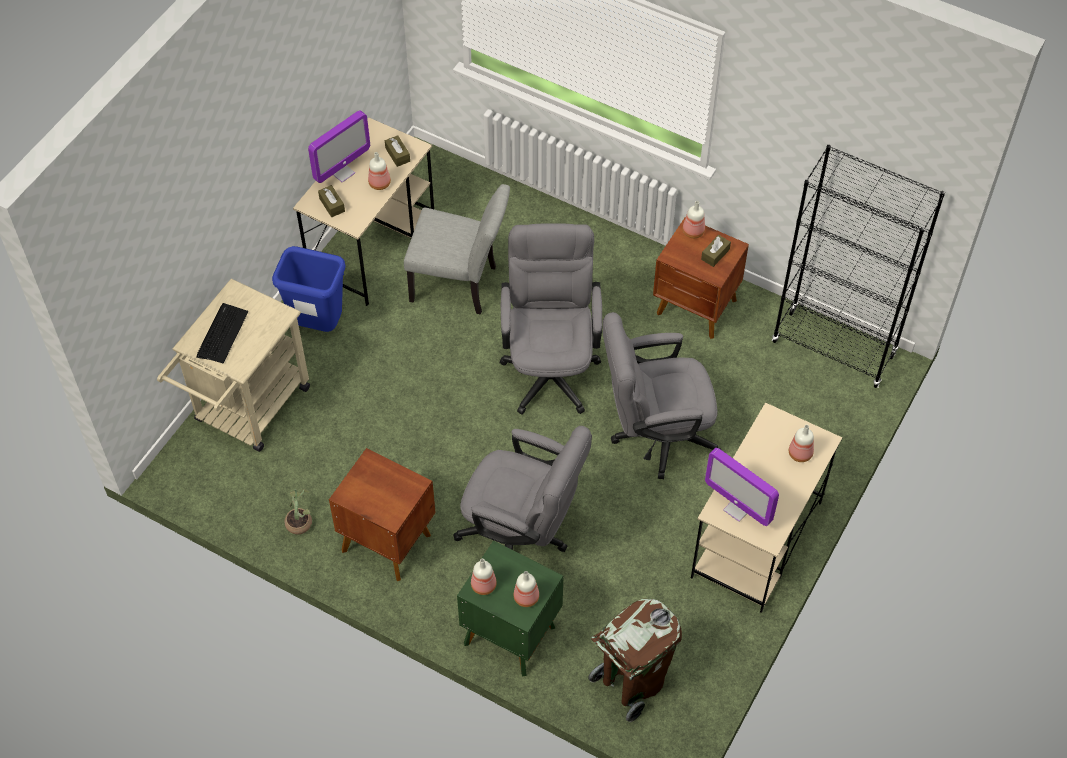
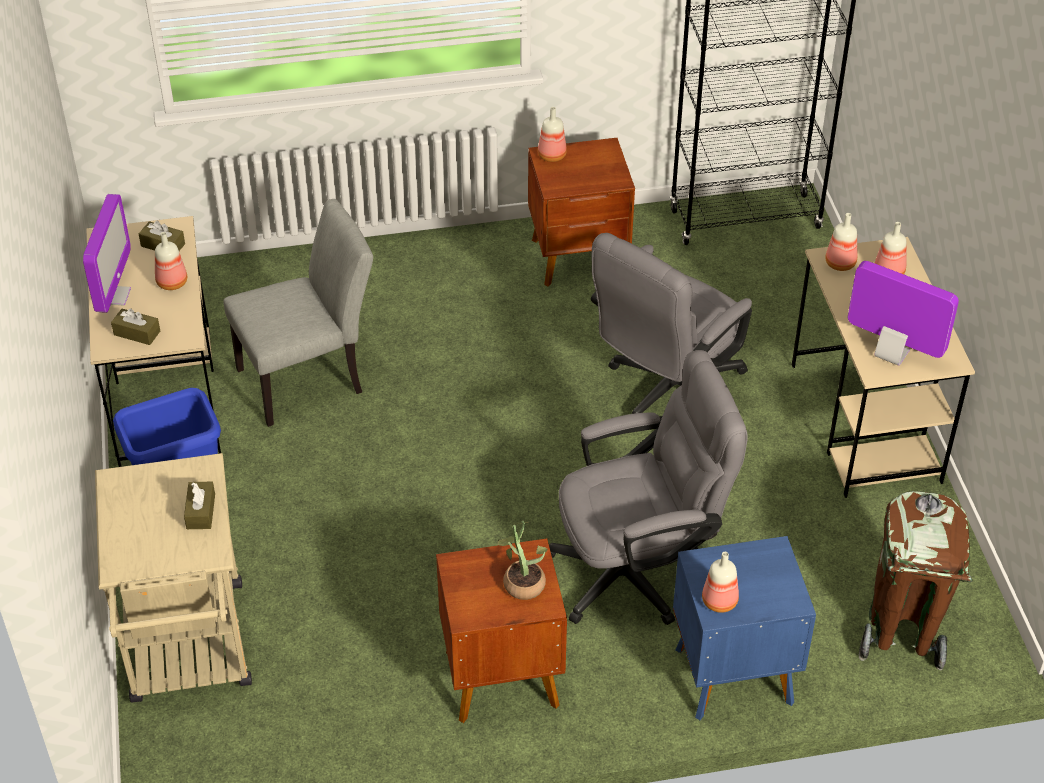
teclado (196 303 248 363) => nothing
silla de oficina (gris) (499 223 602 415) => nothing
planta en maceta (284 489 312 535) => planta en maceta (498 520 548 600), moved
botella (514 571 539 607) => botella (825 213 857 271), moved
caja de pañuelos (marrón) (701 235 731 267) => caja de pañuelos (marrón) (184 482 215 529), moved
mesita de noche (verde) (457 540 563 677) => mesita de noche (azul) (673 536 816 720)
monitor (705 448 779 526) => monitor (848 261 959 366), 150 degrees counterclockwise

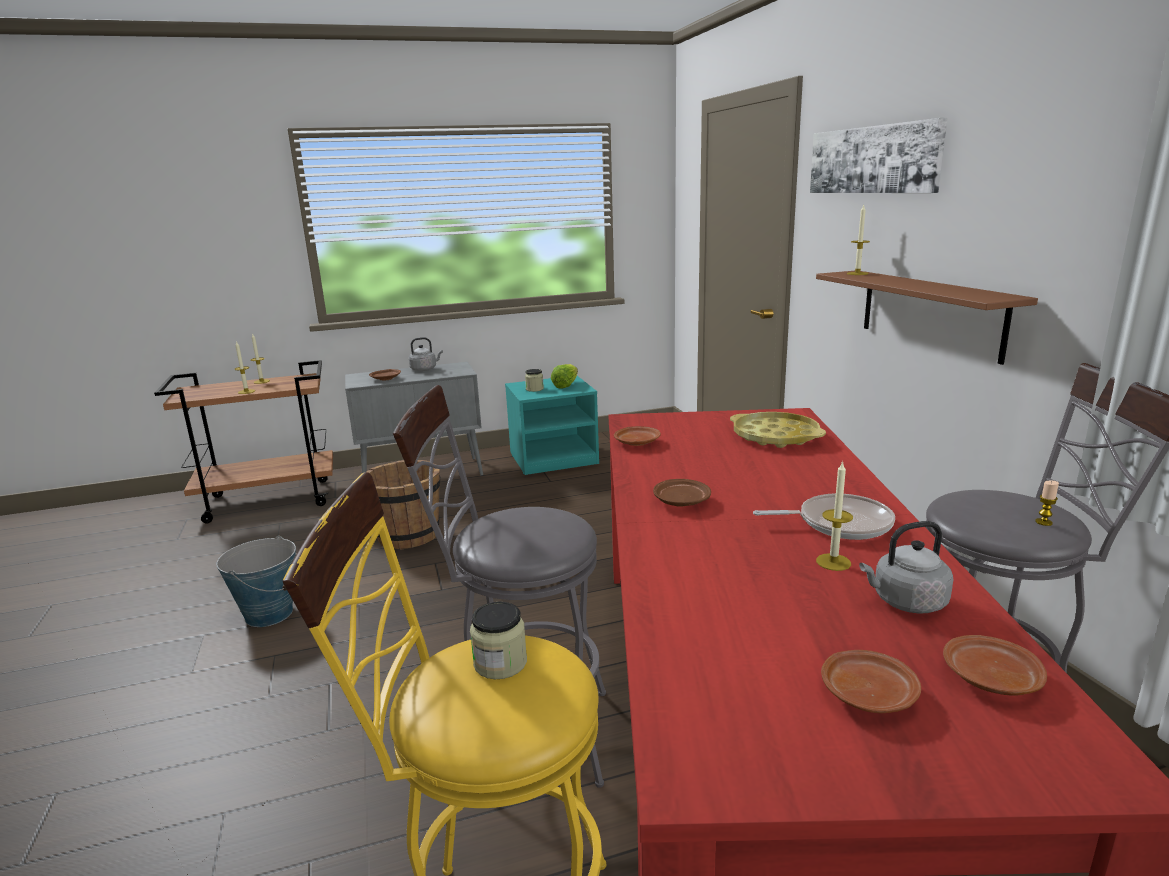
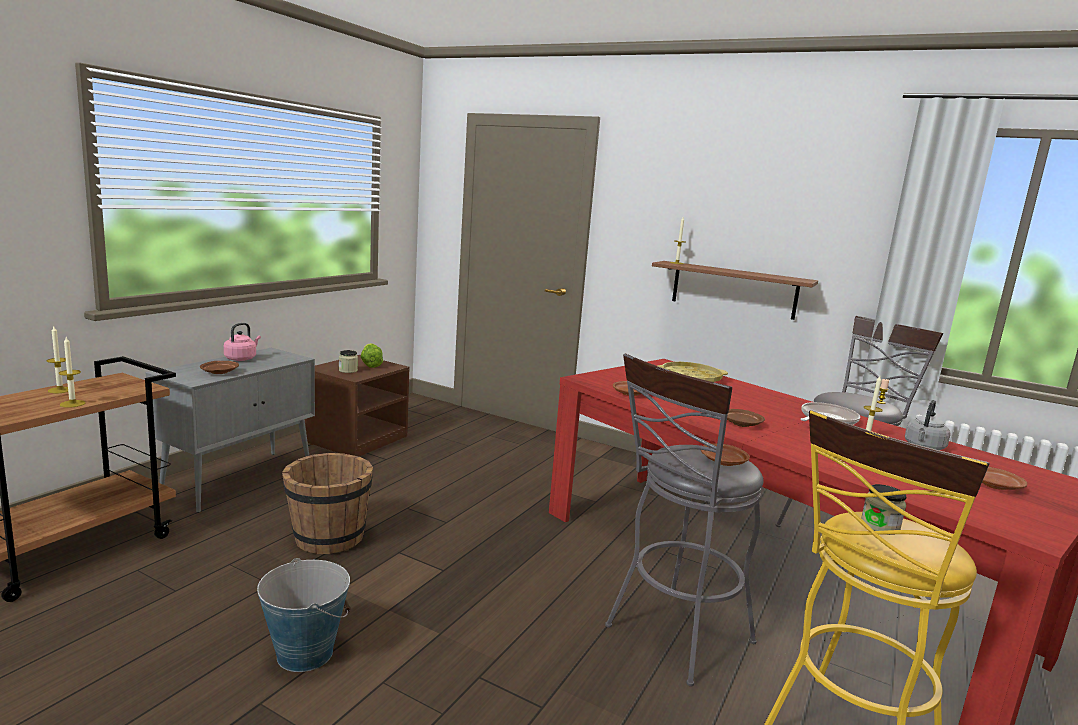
cuadro (810 118 947 193) => nothing
plato (marrón) (943 635 1047 696) => plato (marrón) (701 443 750 466), moved
hervidor (gris) (409 337 443 371) => hervidor (rosa) (224 323 261 361)
mesita de noche (turquesa) (505 376 599 475) => mesita de noche (marrón) (304 355 410 456)

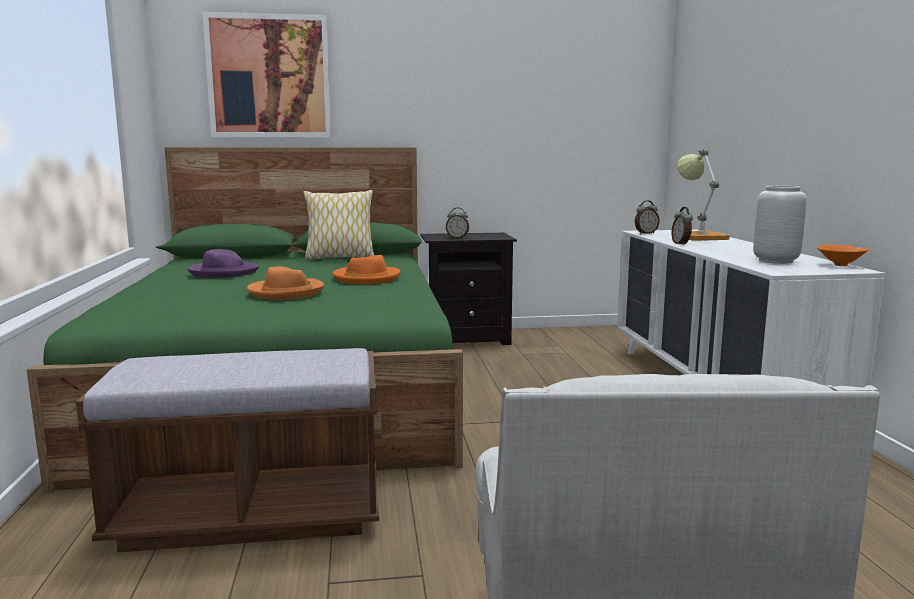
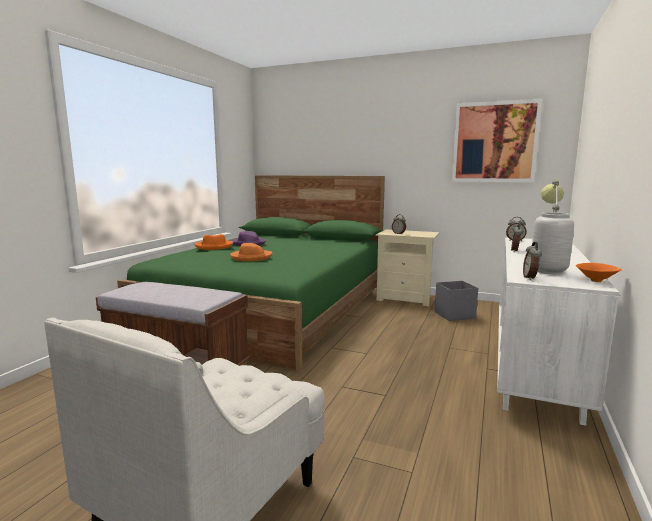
cojín (303 190 374 260) => nothing
nothing => caja de almacenaje (gris) (435 281 478 321)
nothing => despertador (523 242 542 280)
cuadro (202 12 331 138) => cuadro (452 99 542 182), moved
sombrero (naranja) (332 255 401 284) => sombrero (naranja) (195 234 233 250), moved
mesita de noche (negro) (420 233 517 345) => mesita de noche (beis) (376 229 440 306)

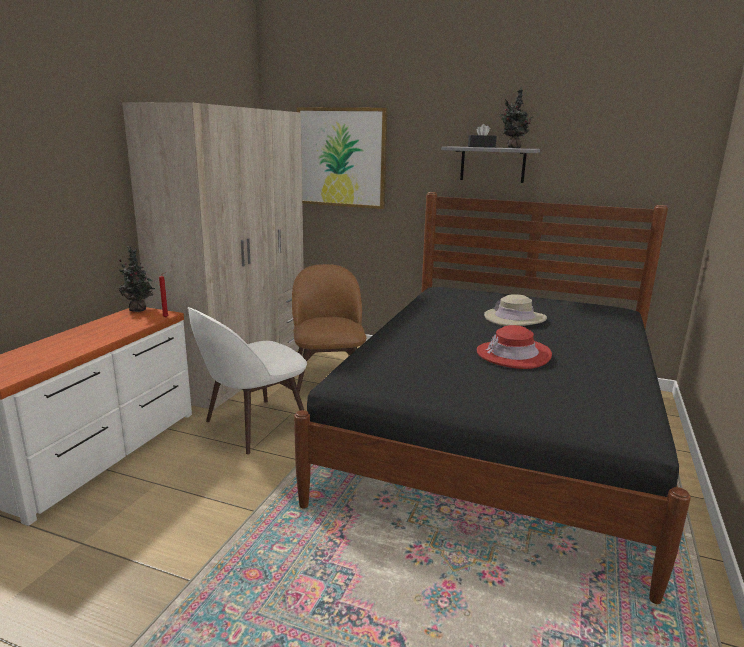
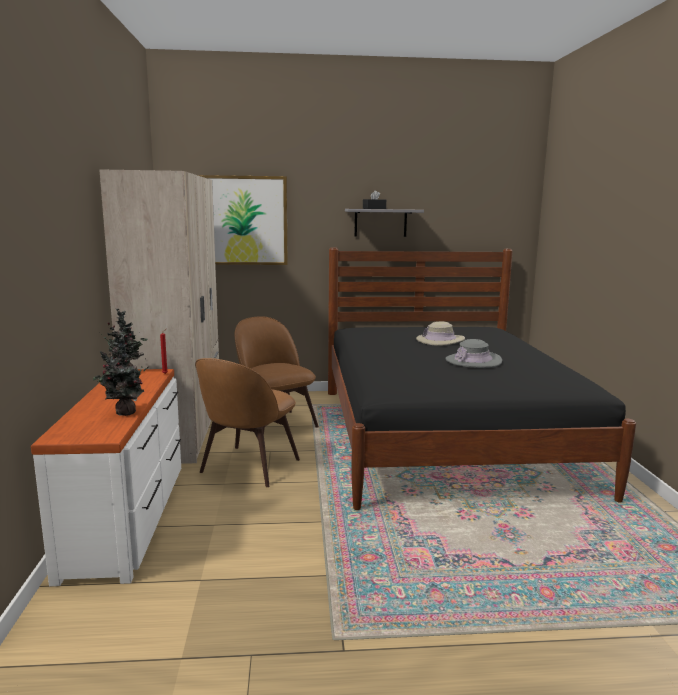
planta en maceta (499 87 534 148) => planta en maceta (93 334 148 416), moved
silla (blanco) (187 307 307 454) => silla (marrón) (195 358 300 487)
sombrero (rojo) (477 325 552 369) => sombrero (gris) (445 339 502 368)

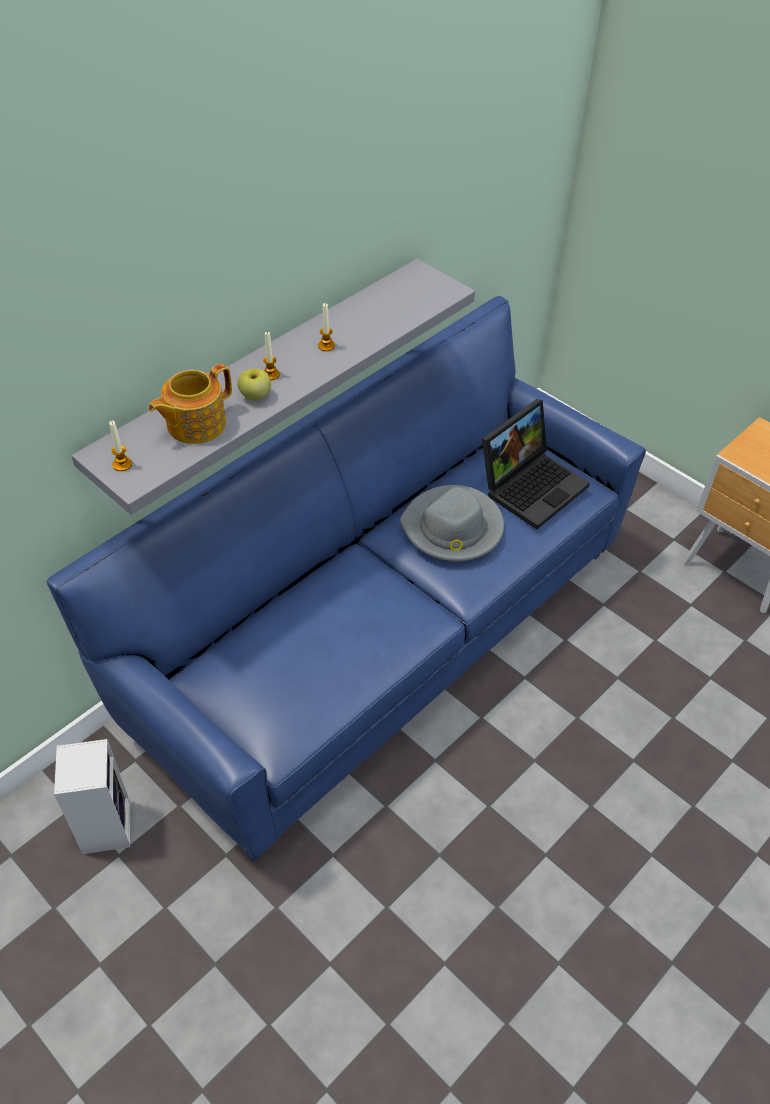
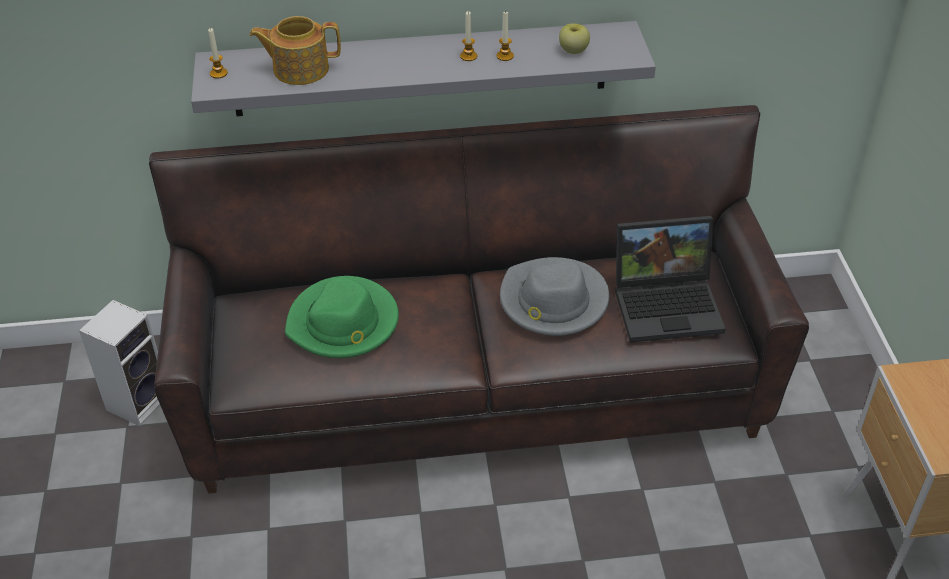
nothing => sombrero (verde) (285 276 399 358)
manzana (237 369 271 401) => manzana (559 23 590 54), moved
vela (263 332 280 380) => vela (497 11 514 61), moved
sofá (azul) (47 296 646 862) => sofá (marrón) (149 105 809 494)

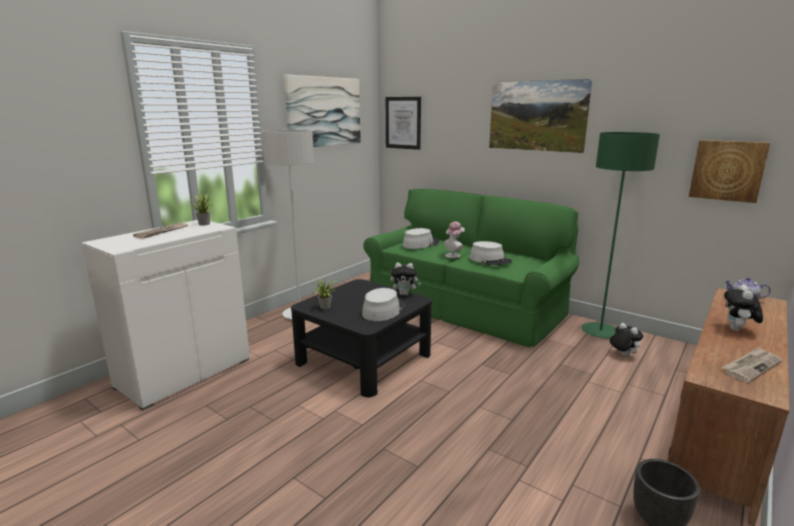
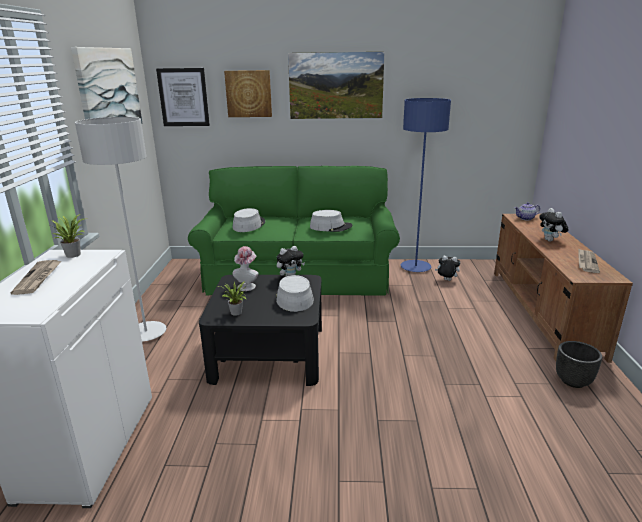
sombrero (444 222 465 258) => sombrero (232 246 259 291), moved
cuadro (689 140 770 203) => cuadro (224 70 272 117), moved
lámpara de pie (verde) (581 132 660 338) => lámpara de pie (azul) (401 98 451 272)

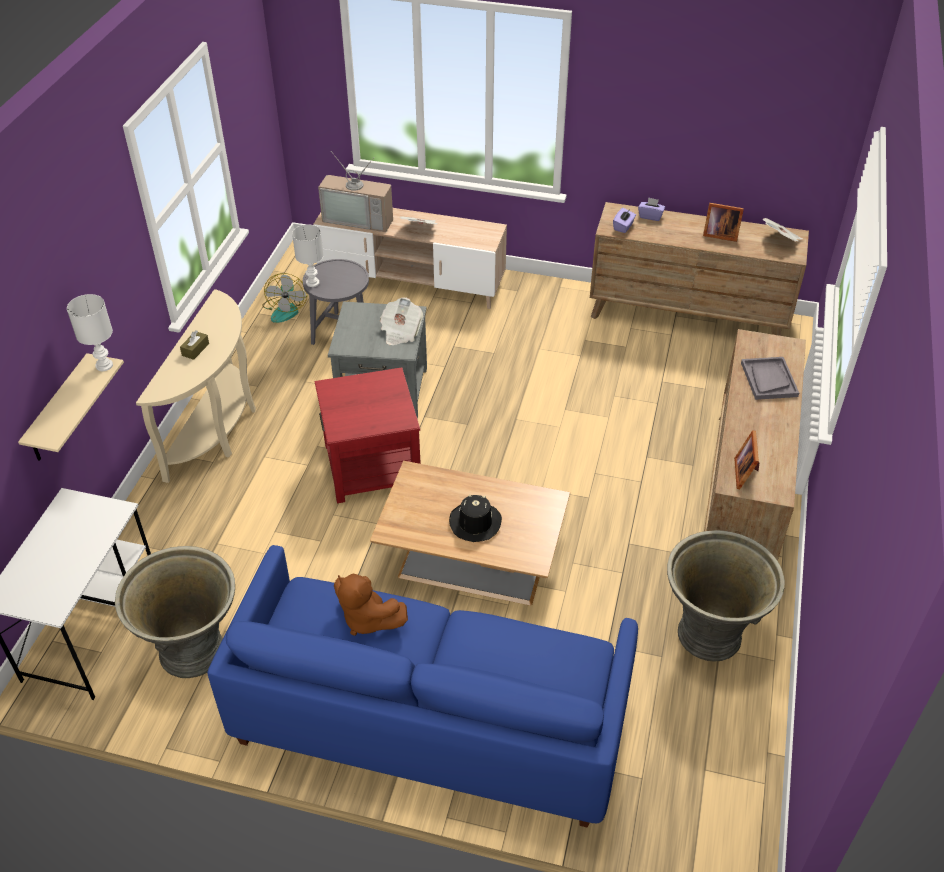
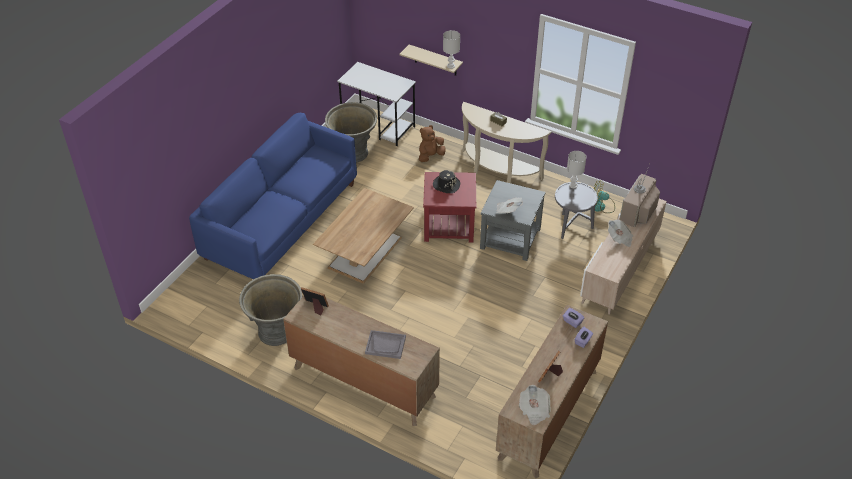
peluche (marrón) (334 573 408 636) => peluche (marrón) (419 125 445 162), moved
sombrero (negro) (449 494 502 542) => sombrero (negro) (433 170 460 193), moved

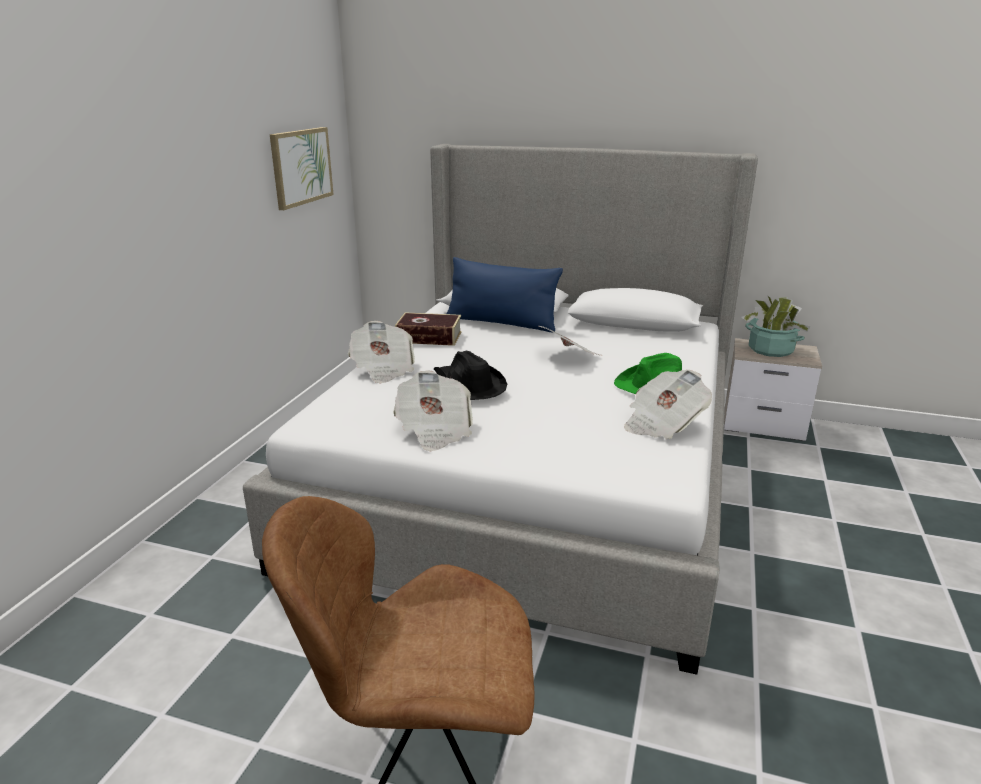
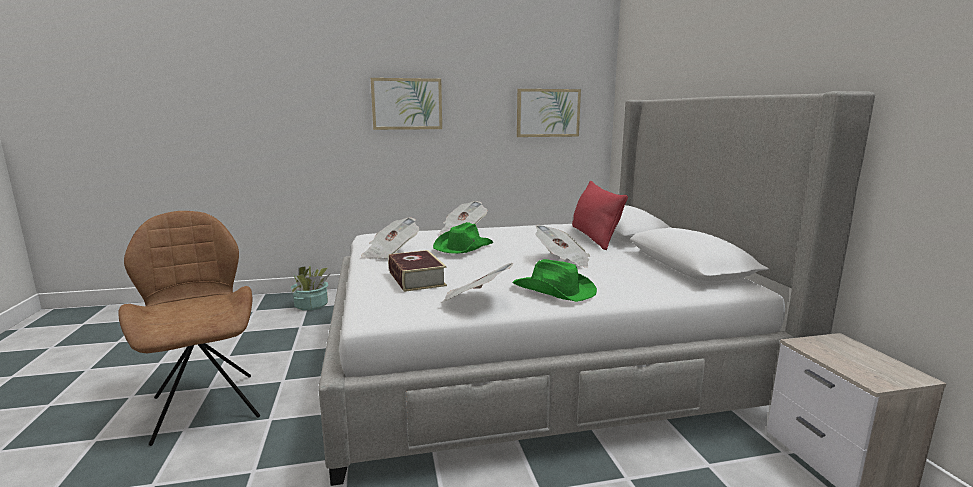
nothing => cuadro (371 78 442 130)
libro (395 312 461 346) => libro (388 250 447 292), moved
planta en maceta (741 295 811 357) => planta en maceta (291 266 331 310), moved
sombrero (negro) (434 351 507 400) => sombrero (verde) (433 222 494 254)
cojín (azul) (446 257 563 332) => cojín (rojo) (572 181 628 250)

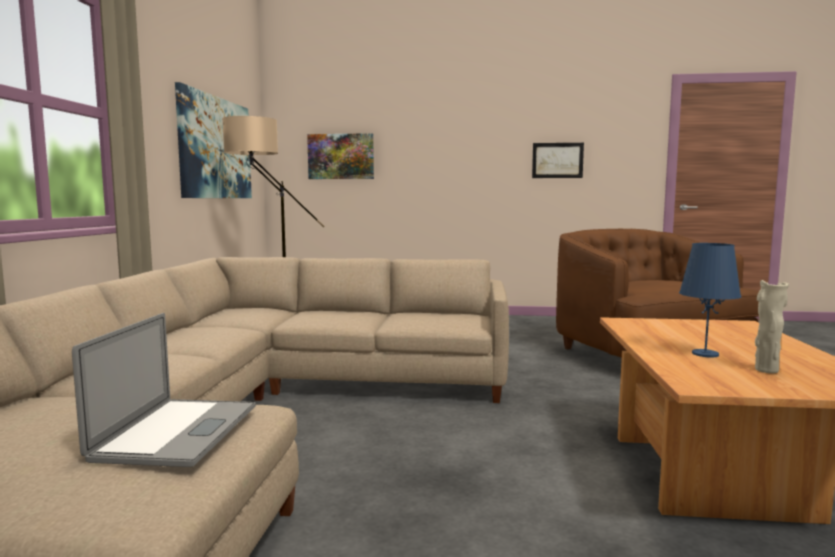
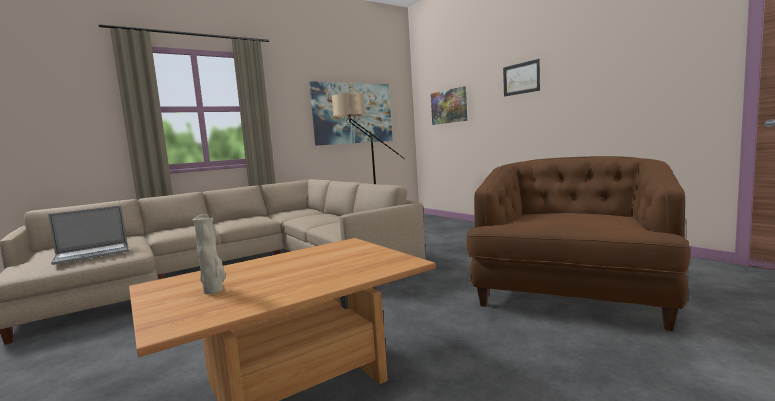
lámpara de mesa (azul) (679 243 741 358) => nothing
cuadro (532 143 584 178) => cuadro (503 59 540 97), moved

